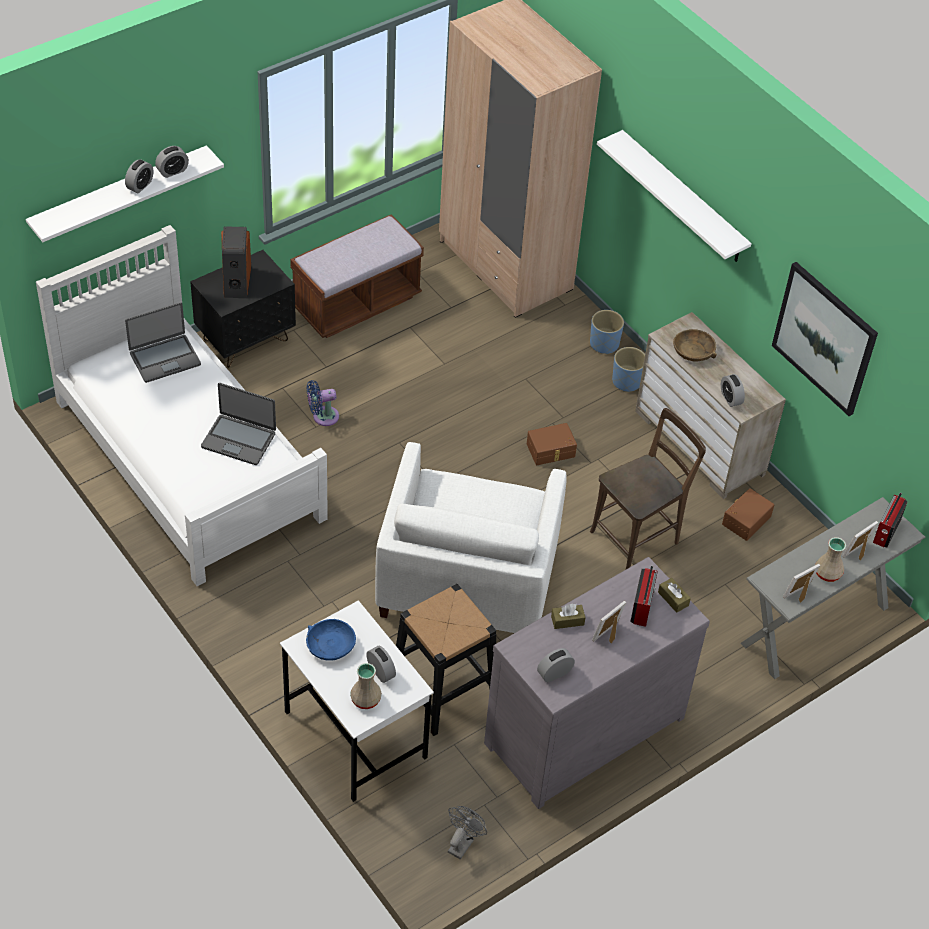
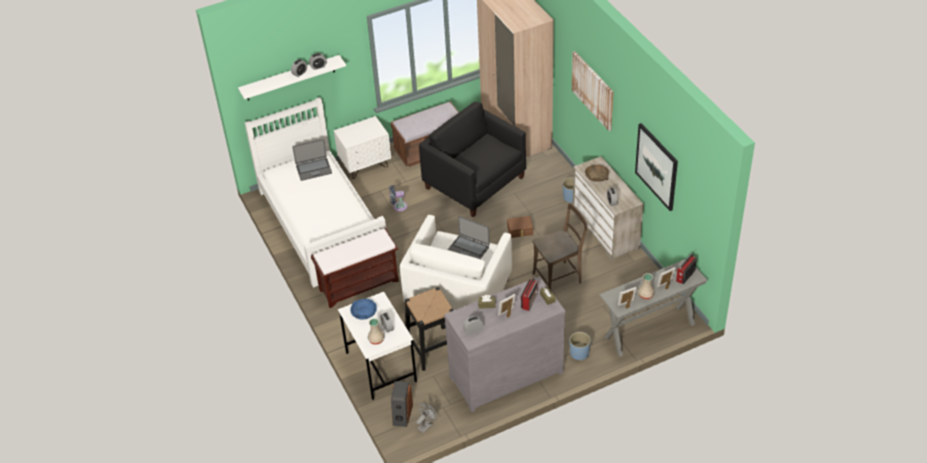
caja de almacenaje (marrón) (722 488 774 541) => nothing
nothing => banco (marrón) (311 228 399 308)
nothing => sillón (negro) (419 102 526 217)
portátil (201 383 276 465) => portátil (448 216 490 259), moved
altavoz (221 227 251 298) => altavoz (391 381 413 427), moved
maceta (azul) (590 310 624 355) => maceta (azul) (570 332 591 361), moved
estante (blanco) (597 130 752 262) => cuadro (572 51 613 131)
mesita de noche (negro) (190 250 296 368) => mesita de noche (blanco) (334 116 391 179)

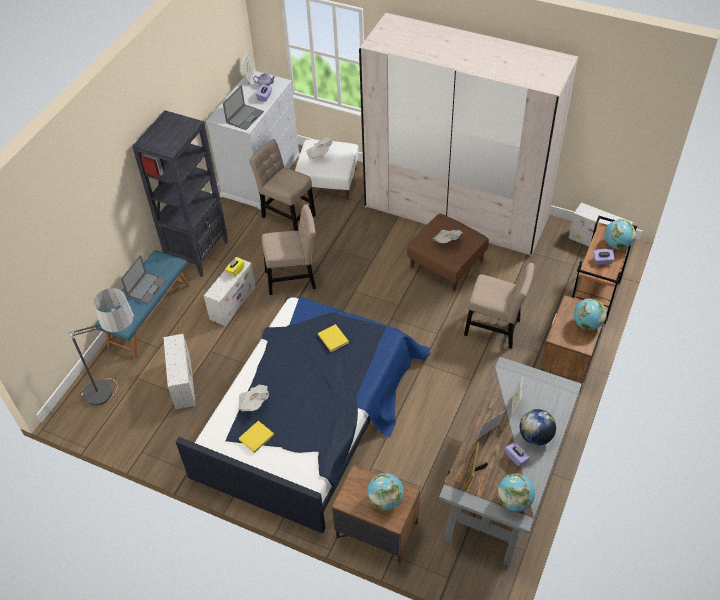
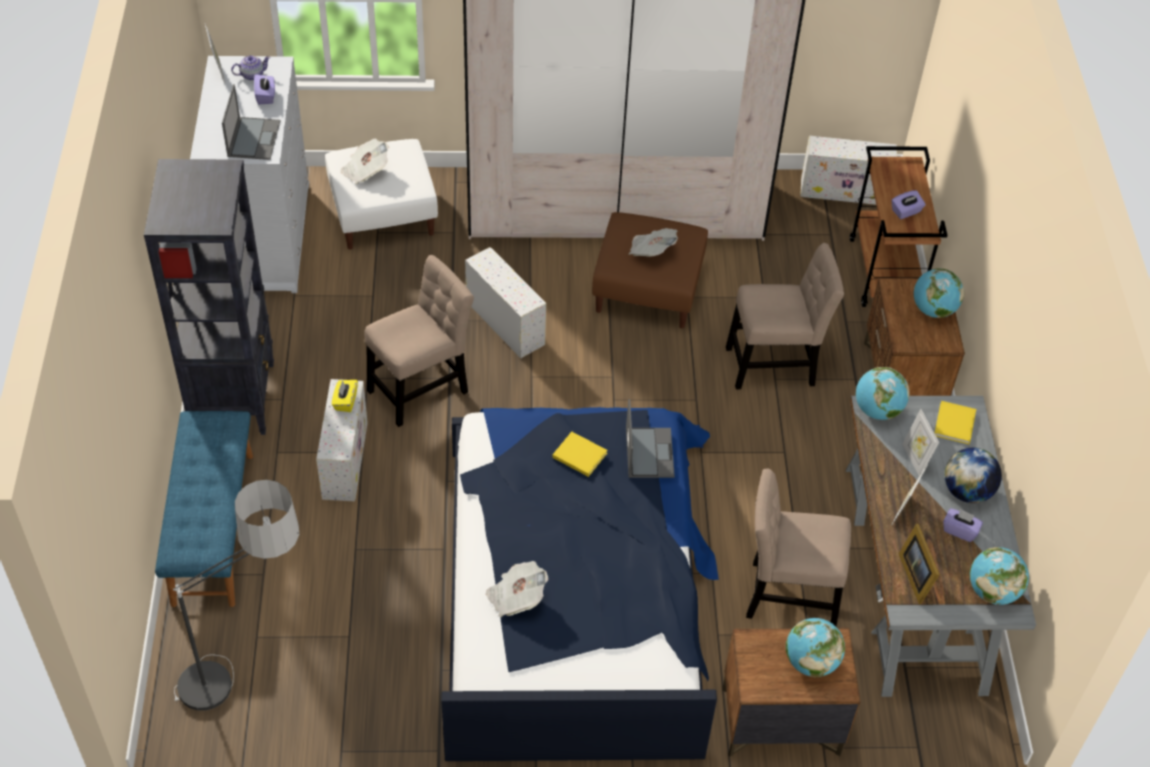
portátil (121 255 167 304) => portátil (626 399 675 478), moved
caja de almacenaje (blanco) (163 334 196 409) => caja de almacenaje (blanco) (465 247 546 359), moved
libro (amarillo) (239 421 274 453) => libro (amarillo) (934 401 976 444), moved
silla (beis) (249 139 316 231) => silla (beis) (746 469 851 626), moved
globo terráqueo (605 219 636 249) => globo terráqueo (856 367 910 420), moved

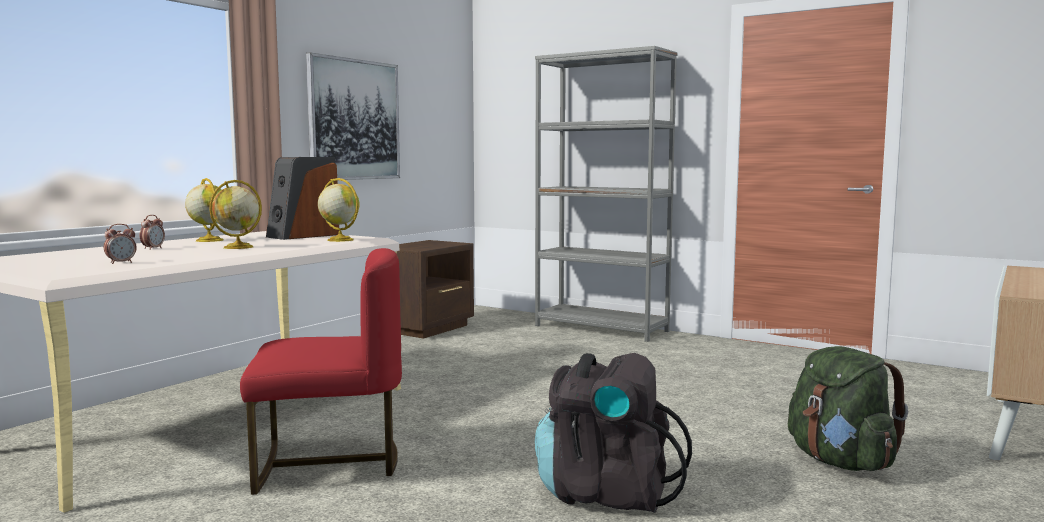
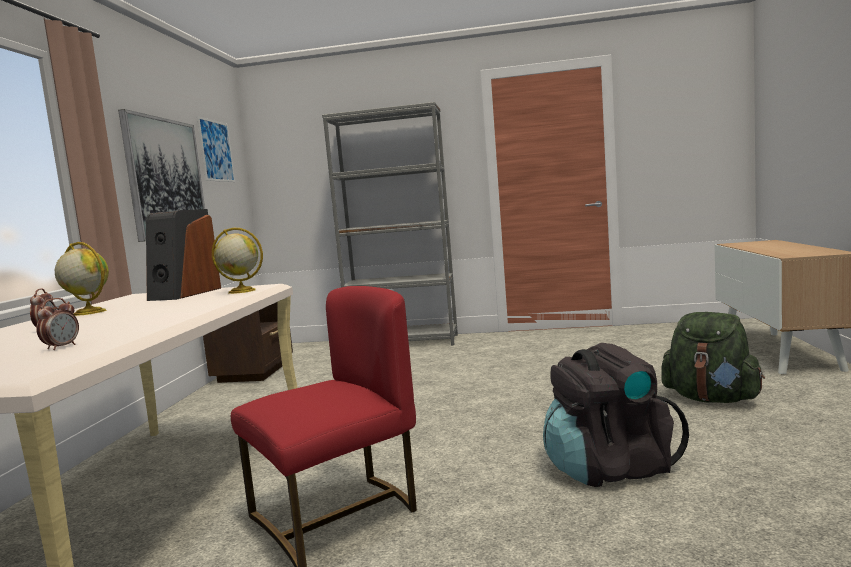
globo terráqueo (209 180 262 249) => nothing
nothing => cuadro (197 116 235 182)

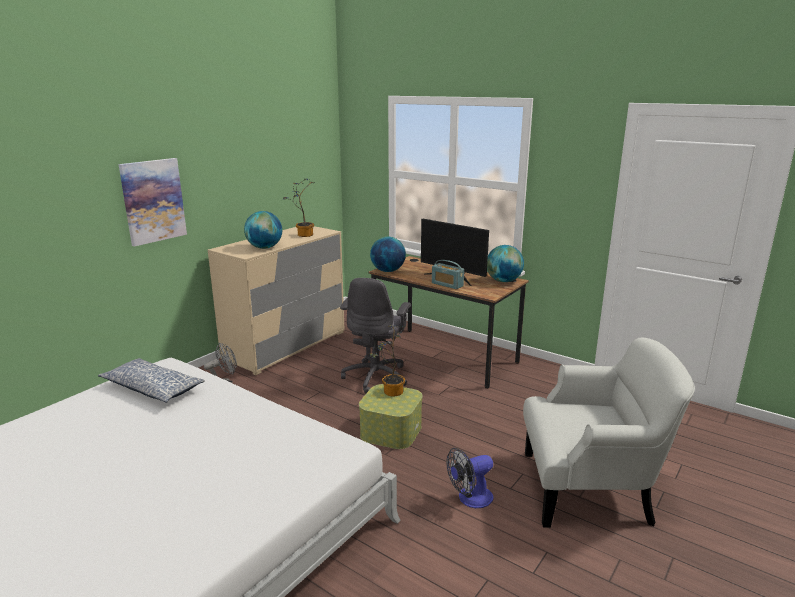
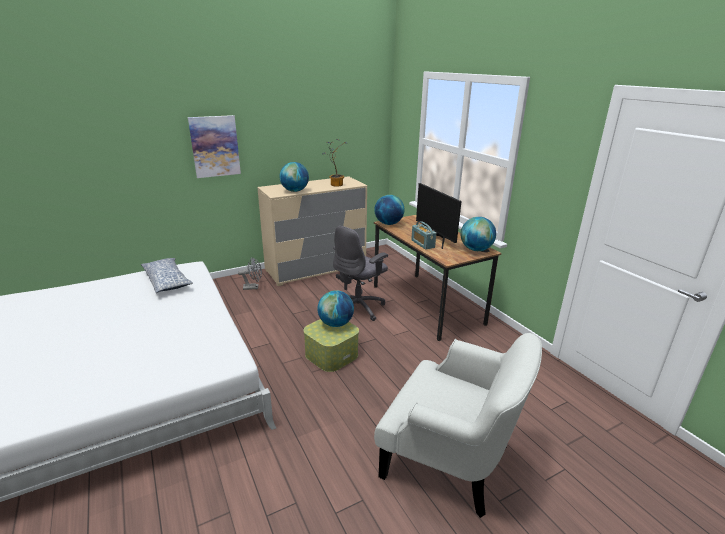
ventilador (446 448 493 508) => nothing
planta en maceta (369 325 407 397) => globo terráqueo (318 290 354 327)

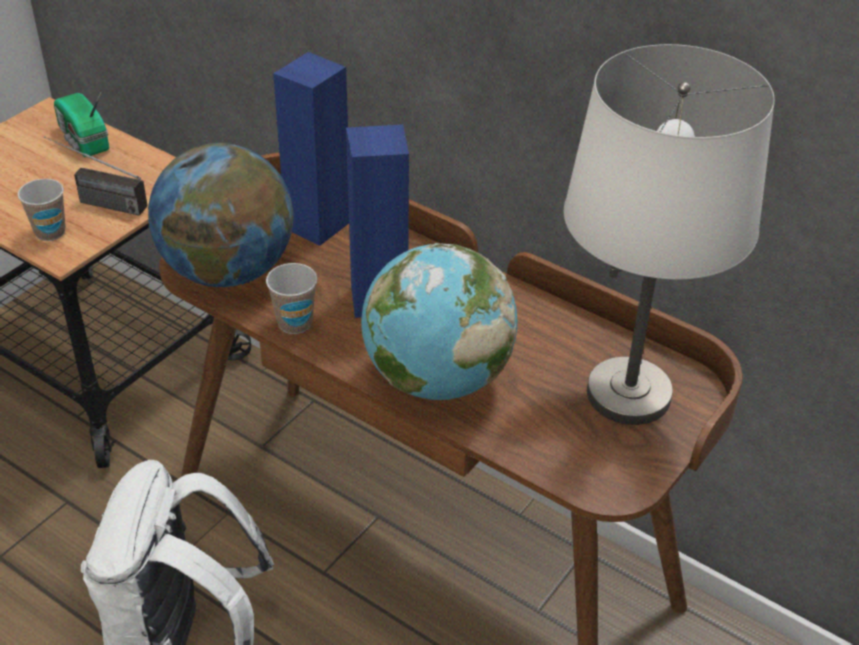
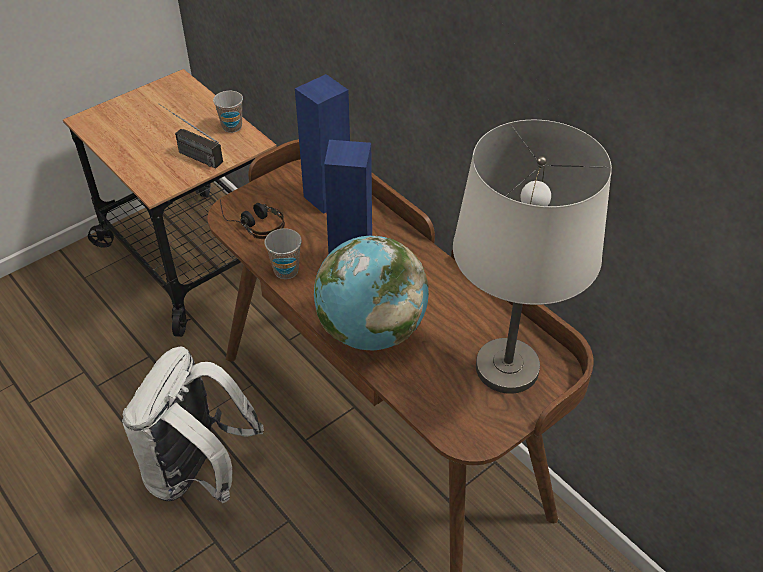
radio (54 91 109 157) => nothing
taza (18 179 66 241) => taza (213 91 243 133), moved
globo terráqueo (148 143 294 287) => auriculares (220 199 285 239)

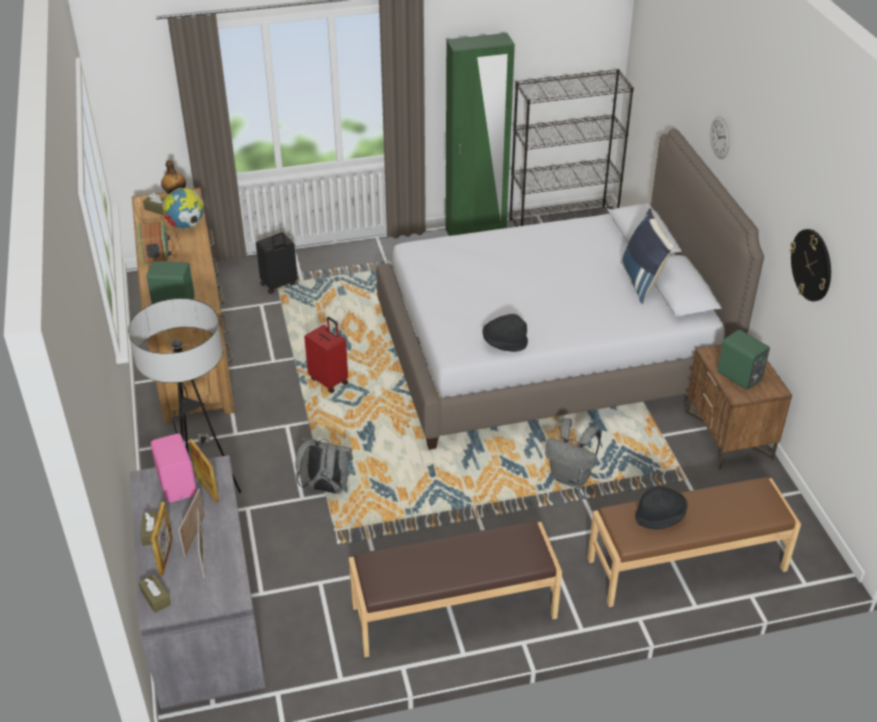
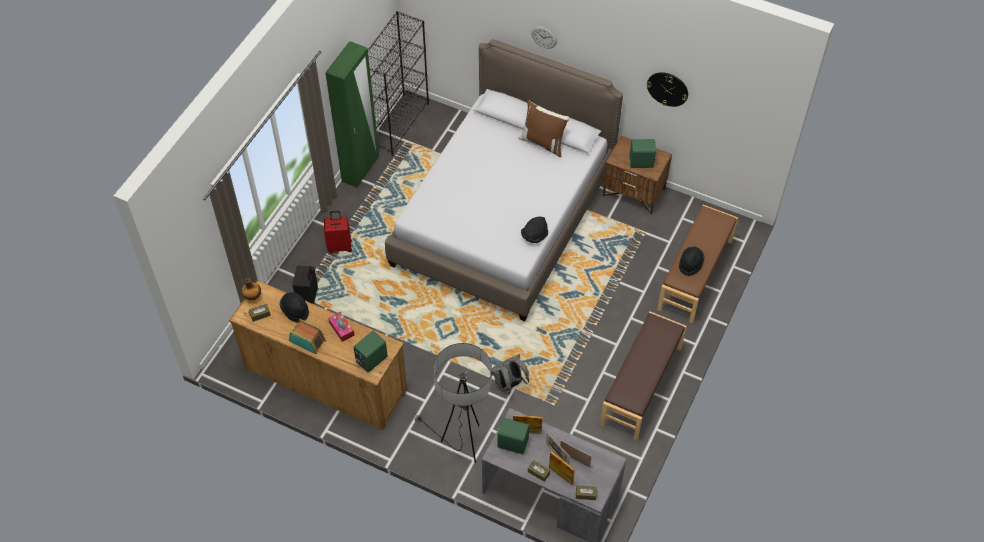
mochila (gris) (545 418 601 487) => nothing
nothing => caja de pañuelos (328 312 354 342)
maleta (rojo) (304 317 348 393) => maleta (rojo) (324 211 352 254), moved
globo terráqueo (163 188 204 229) => sombrero (negro) (280 292 309 323)
altavoz (rosa) (151 434 197 503) => altavoz (verde) (498 418 529 454)
cojín (azul) (620 208 674 304) => cojín (marrón) (519 100 570 157)

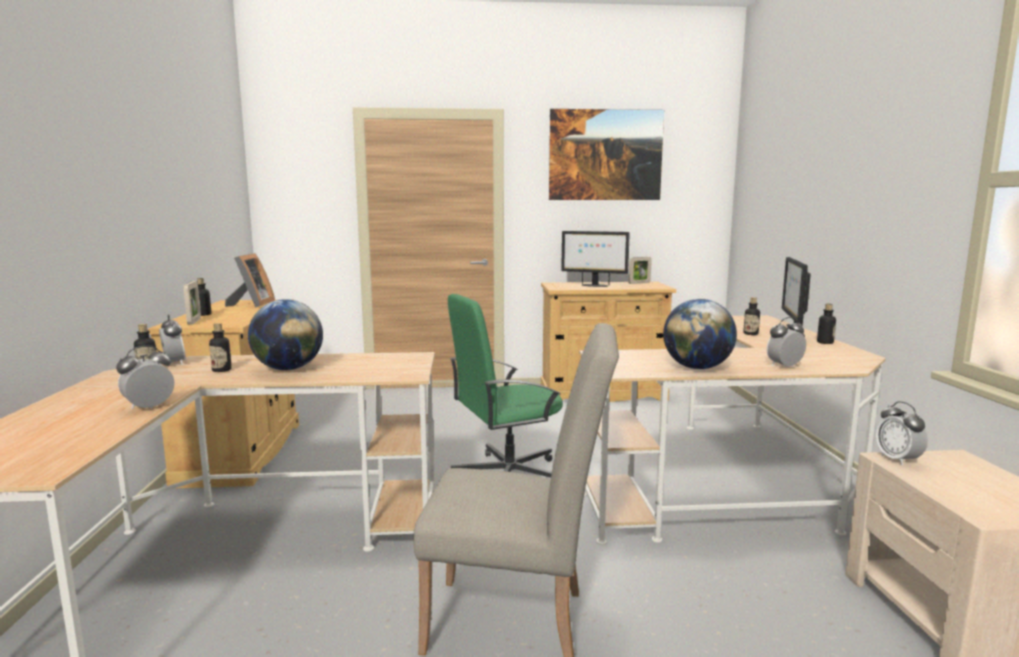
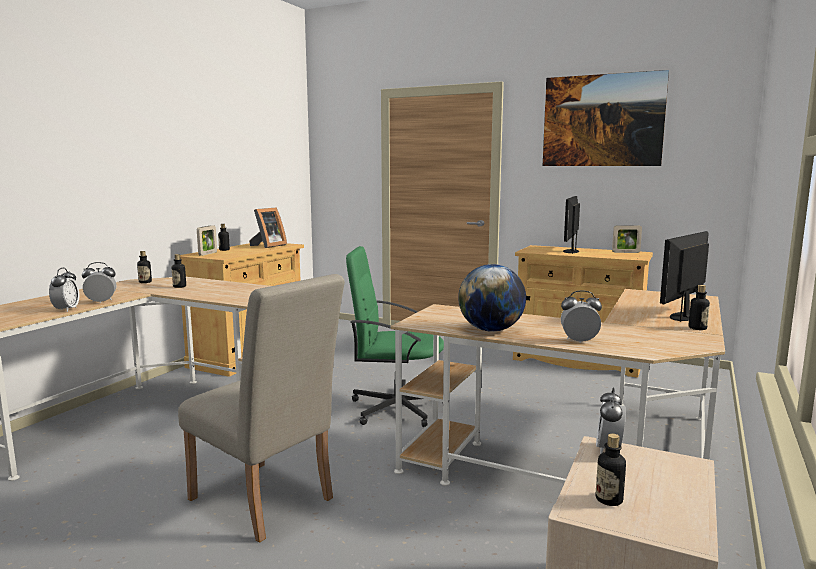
globo terráqueo (248 299 323 370) => nothing
despertador (159 315 186 365) => despertador (49 268 79 312), moved
botella (743 297 760 335) => botella (596 434 626 506), moved
monitor (561 231 630 287) => monitor (563 196 580 254), 60 degrees clockwise

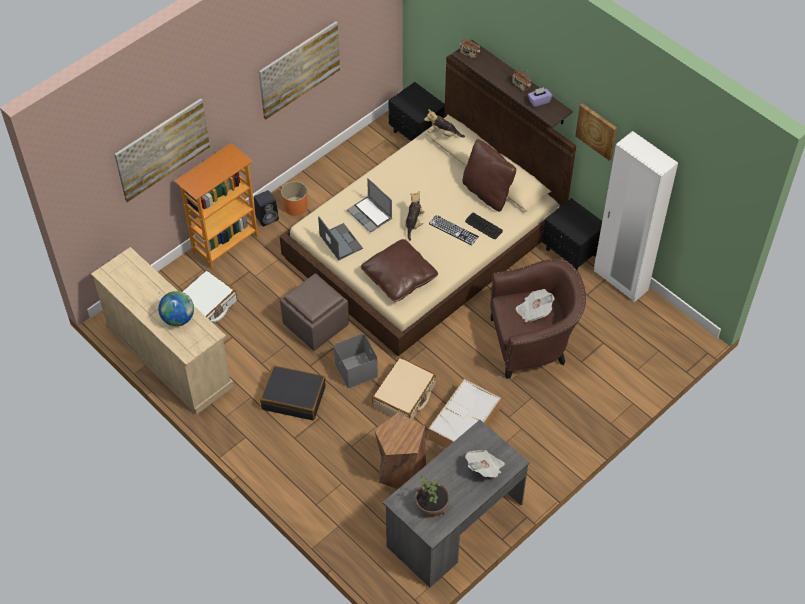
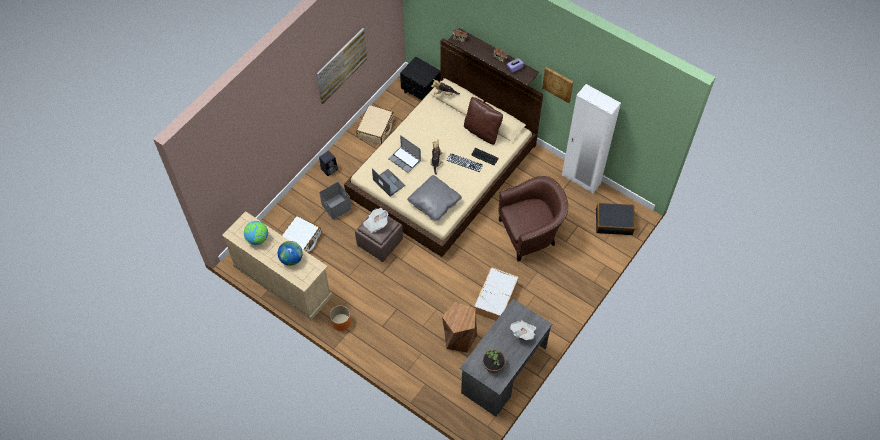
cuadro (114 98 210 202) => nothing
estantería (175 143 258 270) => nothing
mesita de noche (negro) (542 198 602 271) => nothing
nothing => globo terráqueo (244 221 268 245)
maleta (negro) (260 366 326 420) => maleta (negro) (596 203 635 235), moved
maceta (naranja) (281 181 308 215) => maceta (naranja) (330 305 351 331), moved
caja de almacenaje (gris) (334 333 378 389) => caja de almacenaje (gris) (319 182 352 220), moved
maleta (beis) (372 358 436 420) => maleta (beis) (356 105 394 144), moved
periódico (516 289 555 323) => periódico (363 208 388 233), moved
cojín (marrón) (361 239 438 302) => cojín (gris) (407 175 462 222)

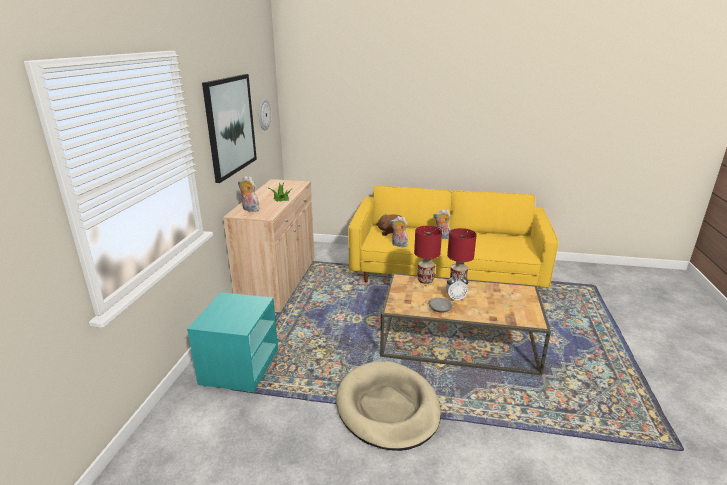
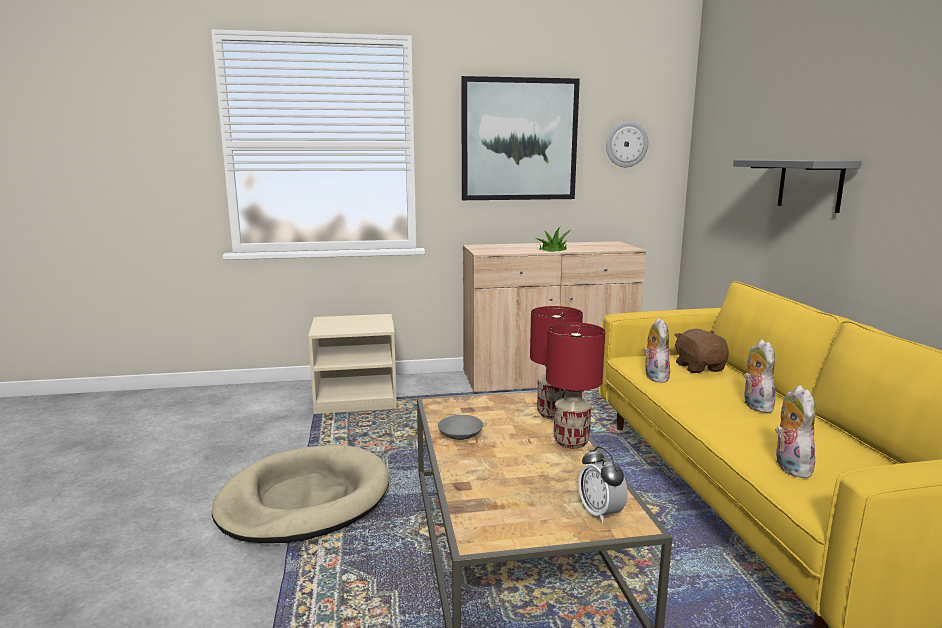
nothing => estante (gris) (733 160 862 213)
peluche (238 176 260 212) => peluche (775 385 816 478), moved
despertador (446 274 468 300) => despertador (578 446 628 523), moved
mesita de noche (turquesa) (187 292 278 393) => mesita de noche (beis) (308 314 397 414)

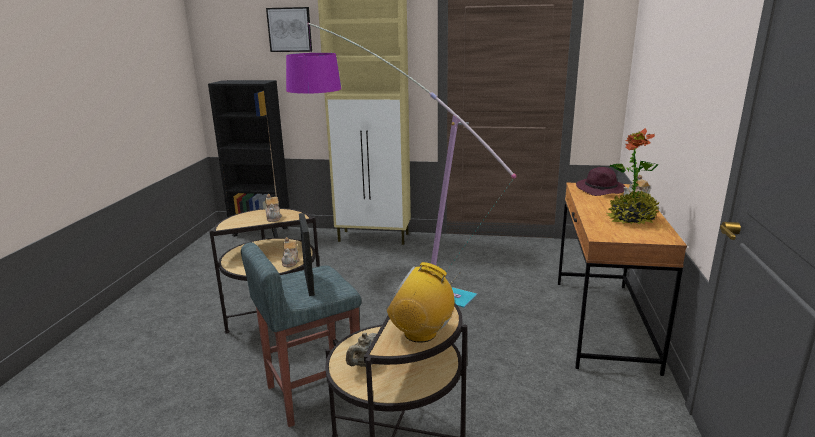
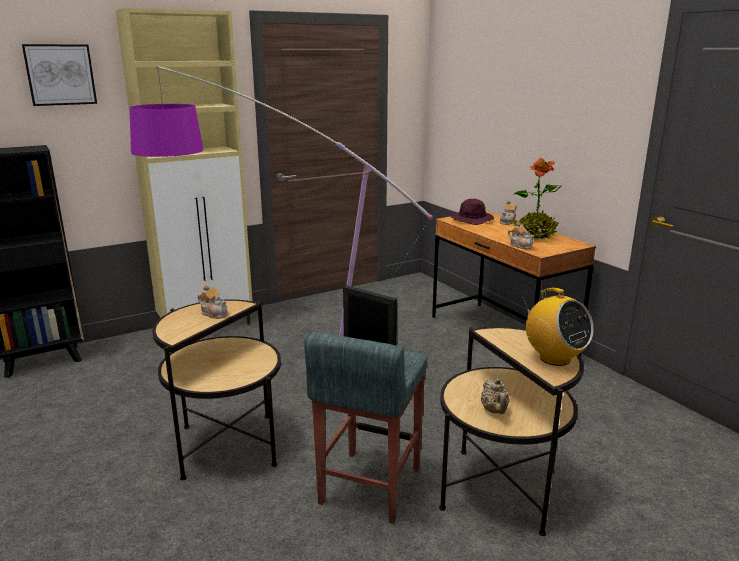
tetera (282 237 300 267) => tetera (508 222 535 249), moved
radio (386 262 461 343) => radio (523 288 594 366), 105 degrees counterclockwise

